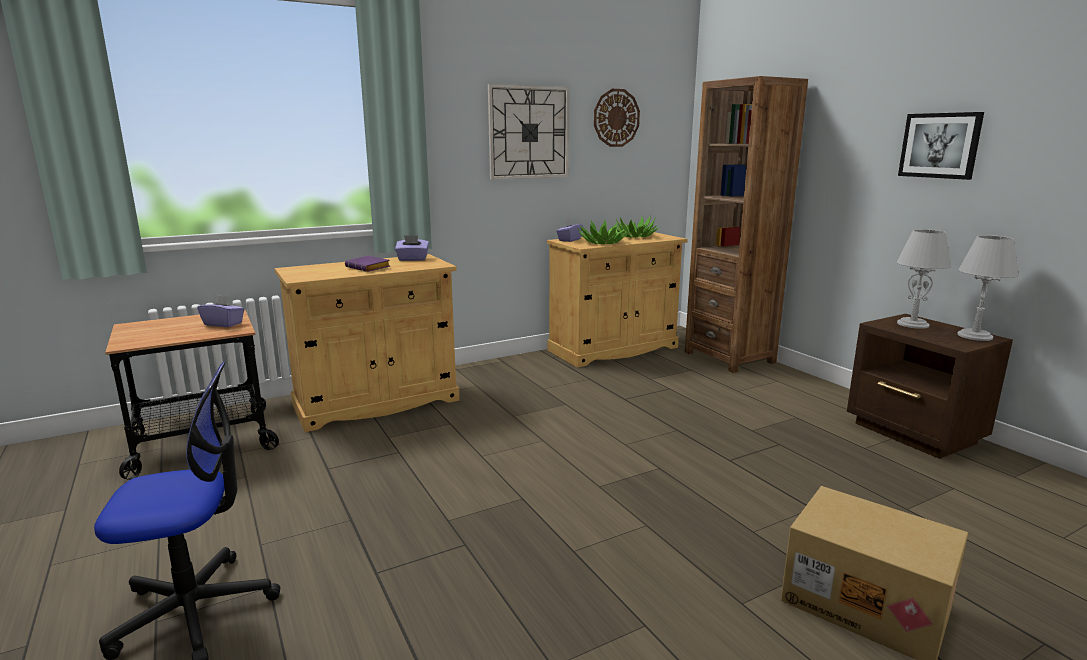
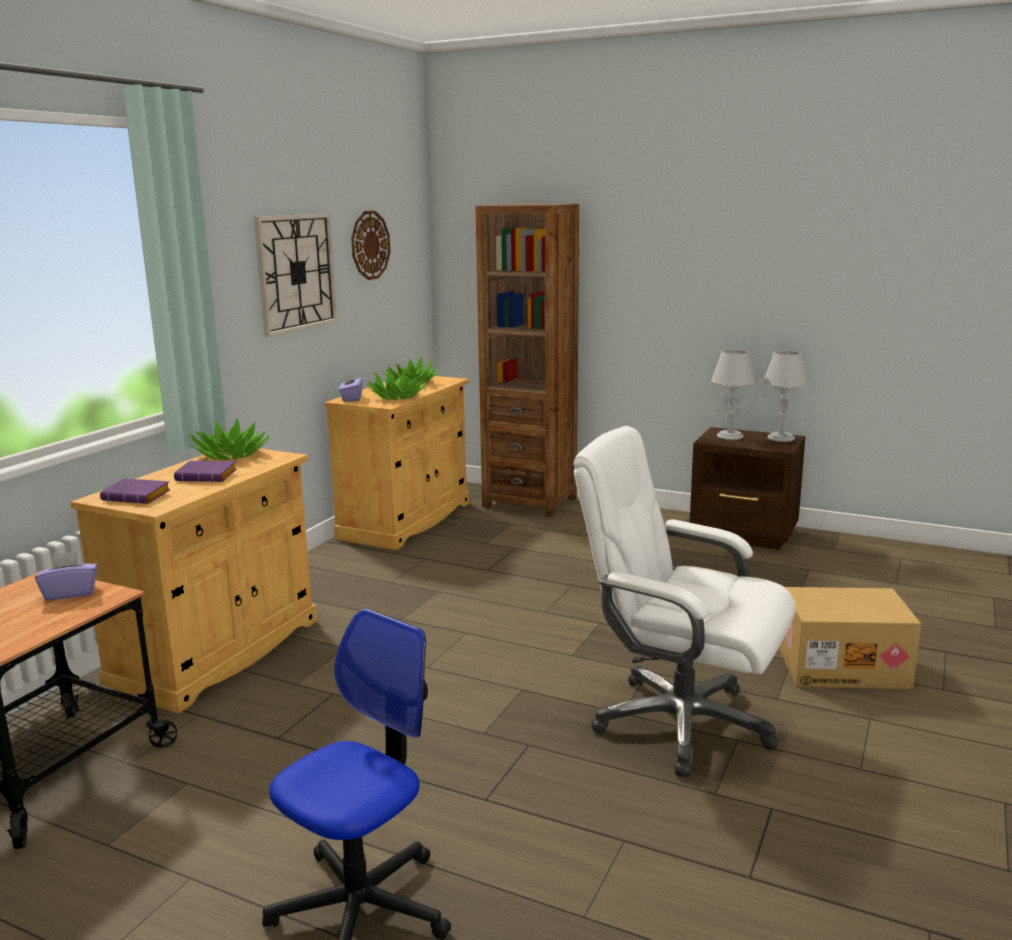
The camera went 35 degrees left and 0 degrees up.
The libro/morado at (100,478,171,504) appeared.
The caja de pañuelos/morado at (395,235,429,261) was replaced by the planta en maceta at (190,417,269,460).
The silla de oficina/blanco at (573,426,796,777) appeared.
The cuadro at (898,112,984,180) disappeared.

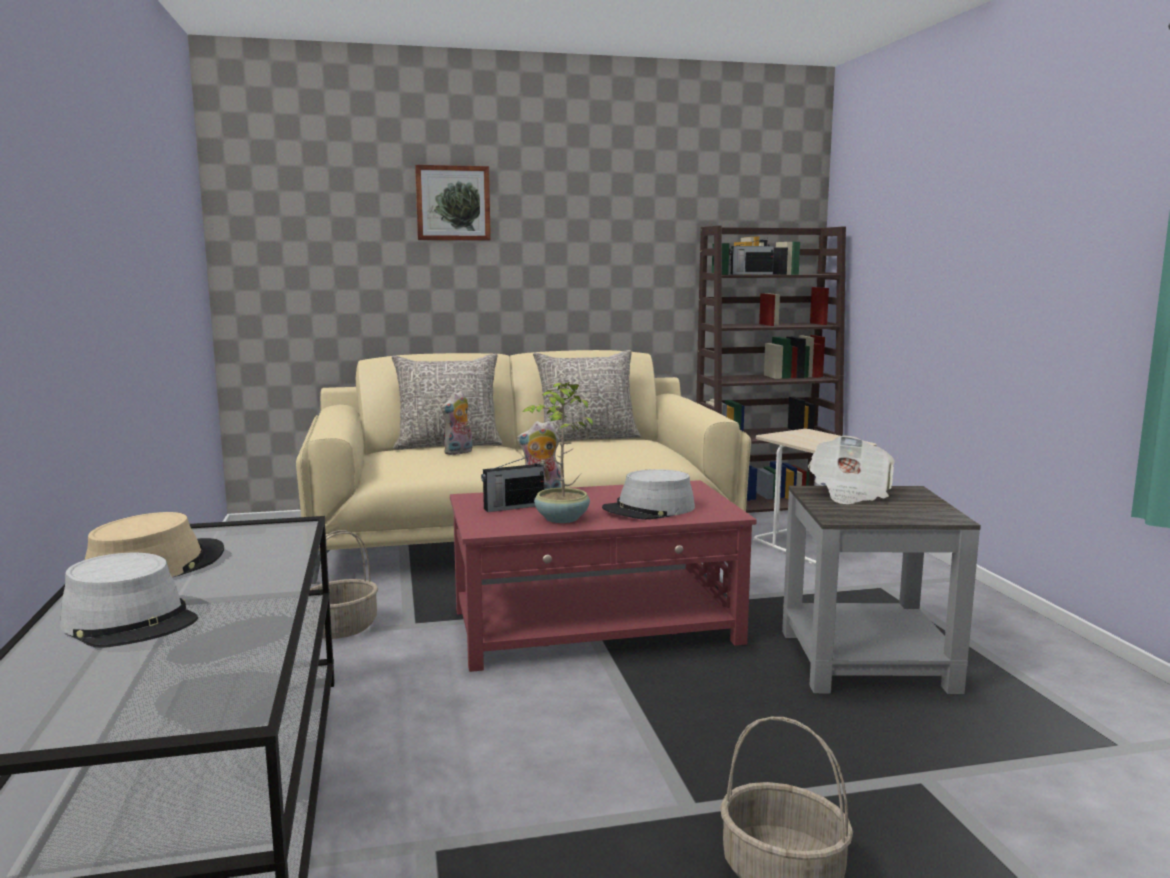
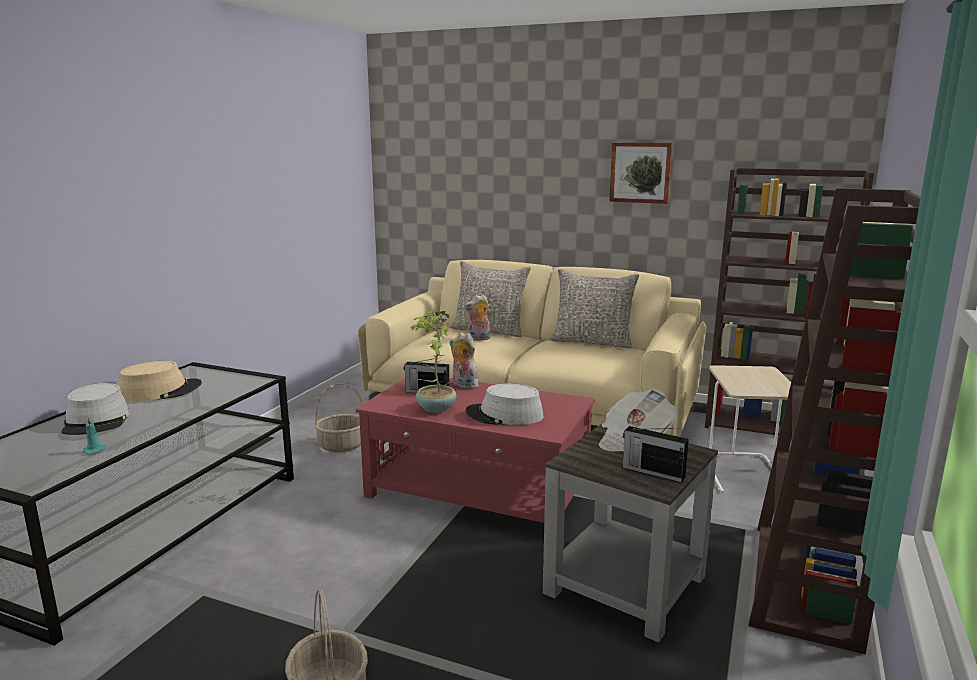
The camera went 35 degrees right and 5 degrees up.
The vela/turquesa at (82,417,107,455) appeared.
The cuadro moved from (415,165,491,240) to (609,142,673,204).
The radio moved from (730,238,774,275) to (623,426,689,482).
The estantería/marrón at (748,188,921,654) appeared.

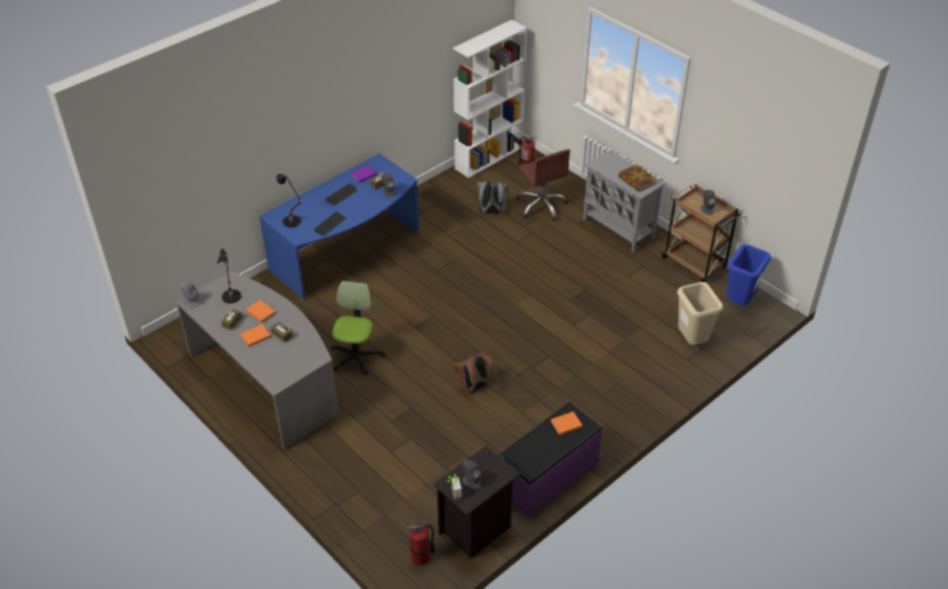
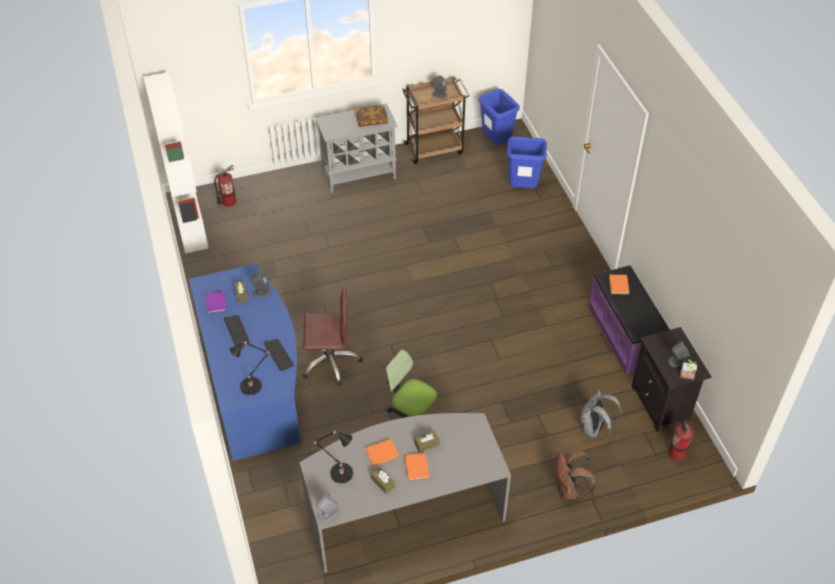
The camera went 65 degrees left and 5 degrees up.
The silla de oficina/marrón moved from (516,149,570,221) to (303,287,363,386).
The papelera/beis at (677,282,723,345) became the papelera/azul at (507,136,547,188).
The mochila/marrón moved from (454,351,496,394) to (555,451,596,500).
The mochila/gris moved from (477,180,508,214) to (580,390,621,438).

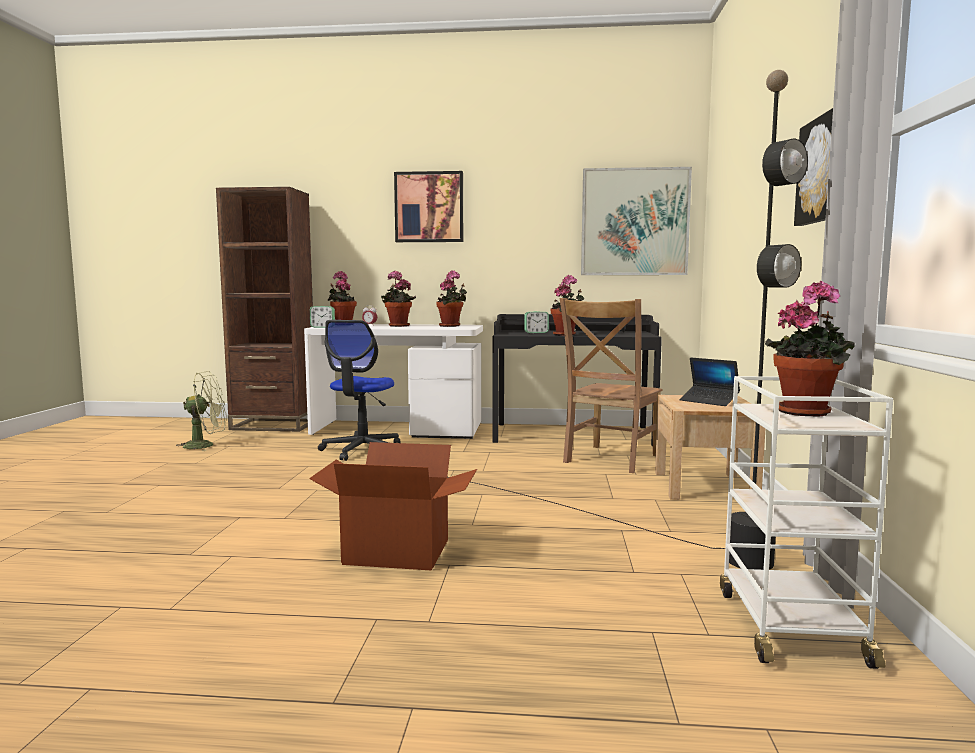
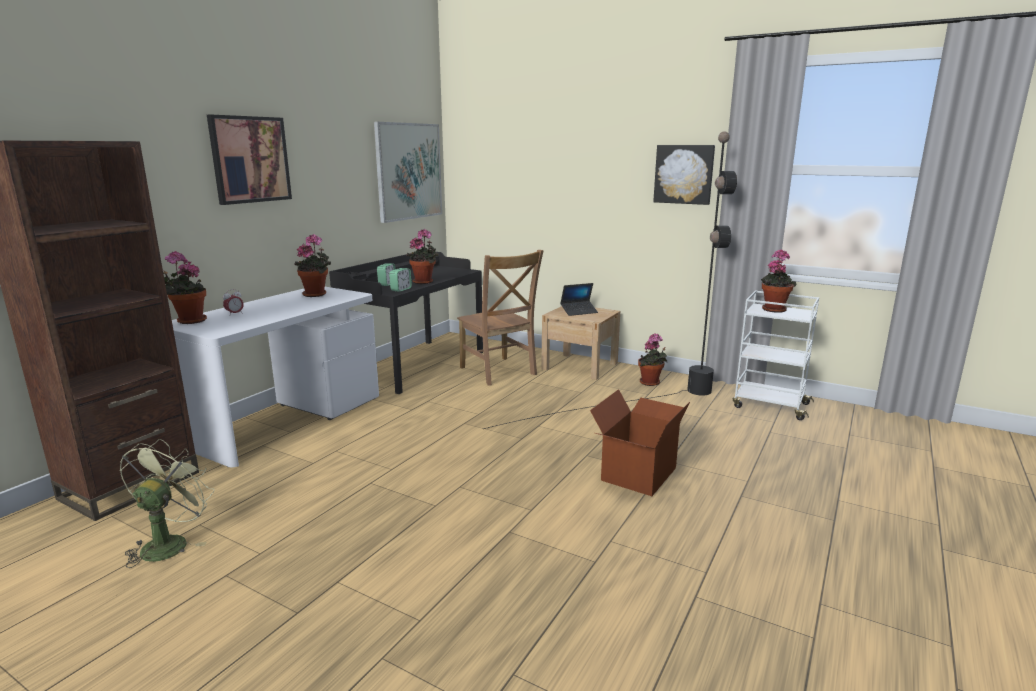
The camera went 65 degrees left and 10 degrees up.
The despertador moved from (310,306,335,328) to (389,268,412,292).
The planta en maceta moved from (381,271,416,327) to (638,333,667,386).
The silla de oficina at (318,320,401,461) disappeared.

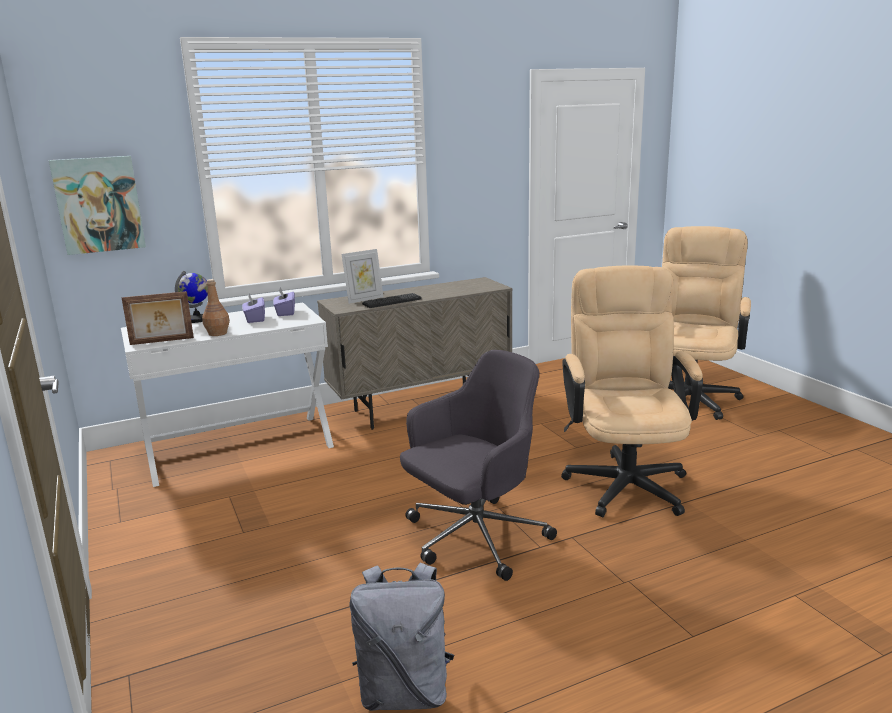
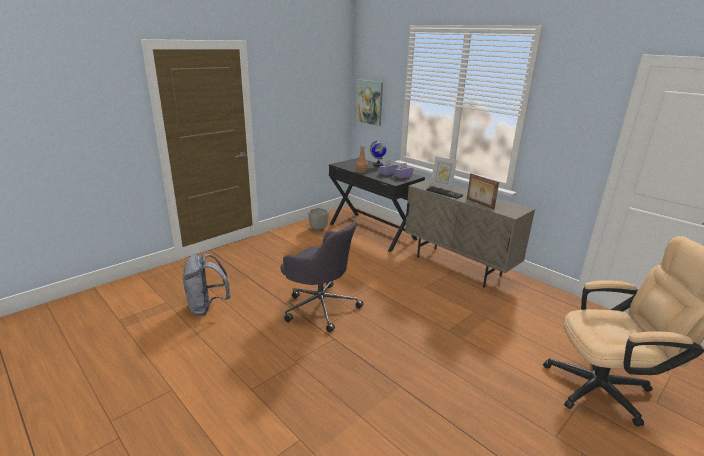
The camera went 70 degrees right and 5 degrees up.
The maceta/gris at (308,208,329,231) appeared.
The escritorio/blanco at (121,302,334,487) became the escritorio/negro at (329,158,425,252).
The portarretratos moved from (122,291,194,345) to (467,173,499,209).
The silla de oficina/beis at (561,265,703,517) disappeared.

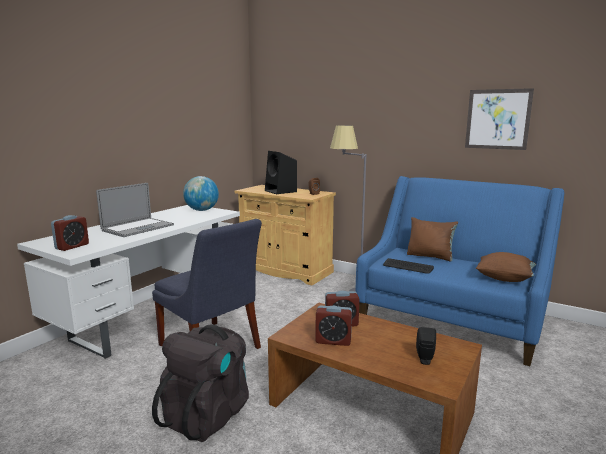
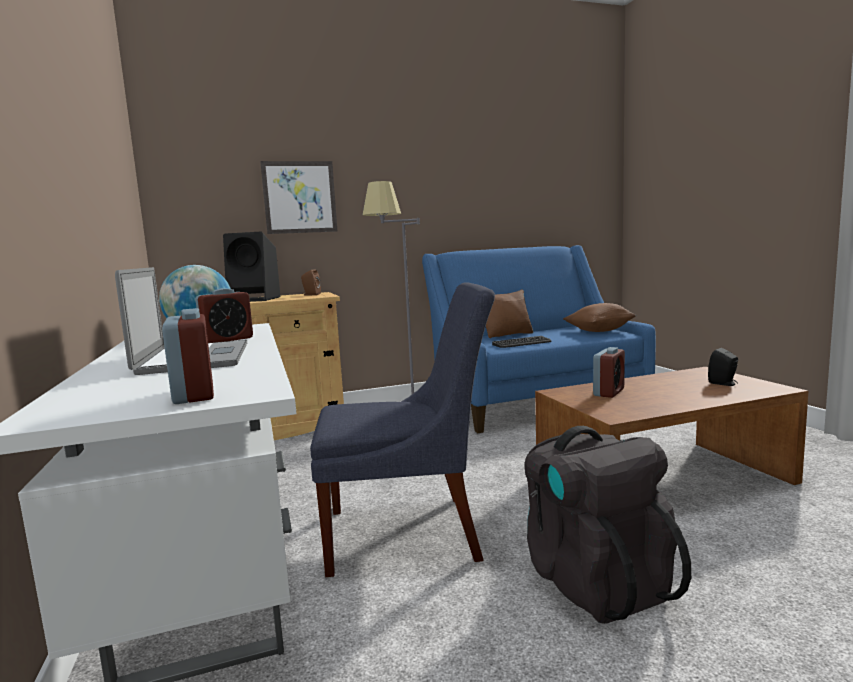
The camera went 50 degrees left and 5 degrees down.
The despertador moved from (315,305,352,346) to (195,288,253,343).
The cuadro moved from (465,88,534,150) to (260,161,337,234).

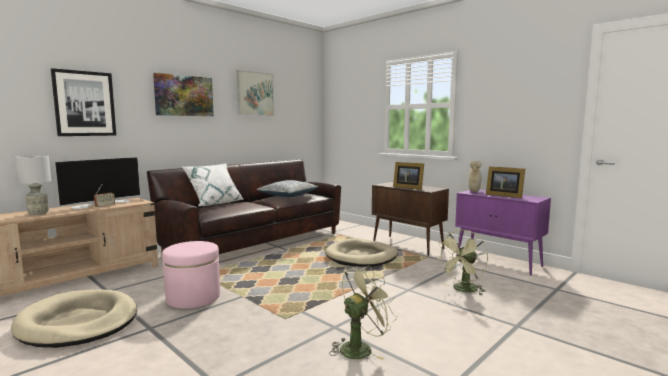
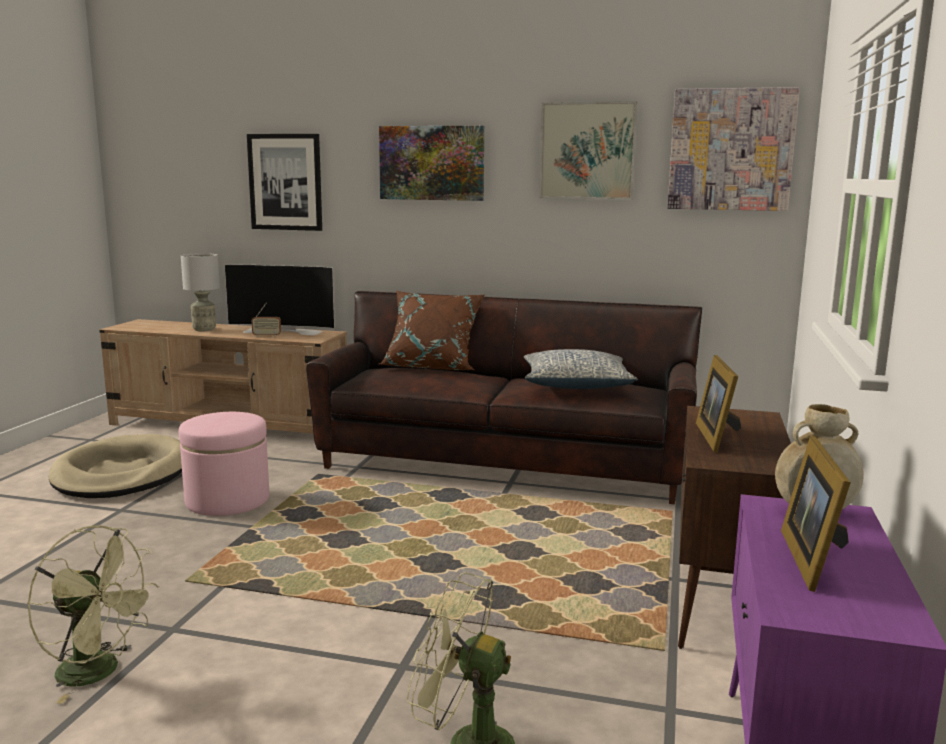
The camera went 60 degrees right and 5 degrees up.
The cojín/blanco at (182,163,243,206) became the cojín/marrón at (378,290,484,370).
The cuadro at (668,87,800,211) appeared.
The cama para perro/beis at (325,238,398,267) disappeared.

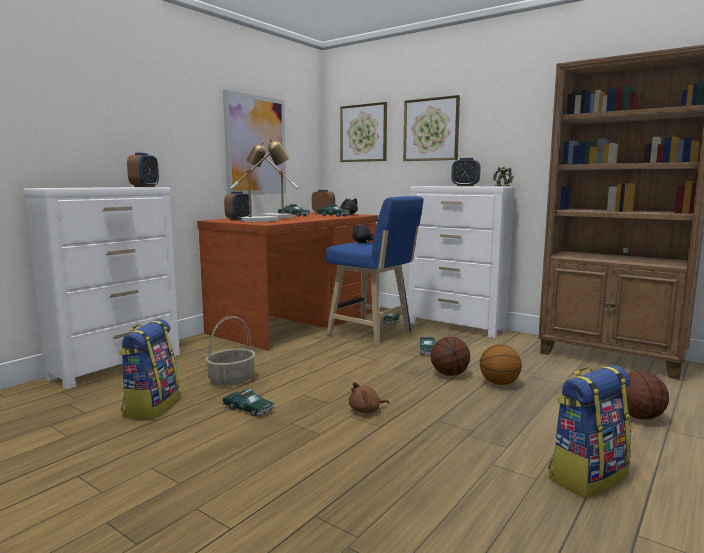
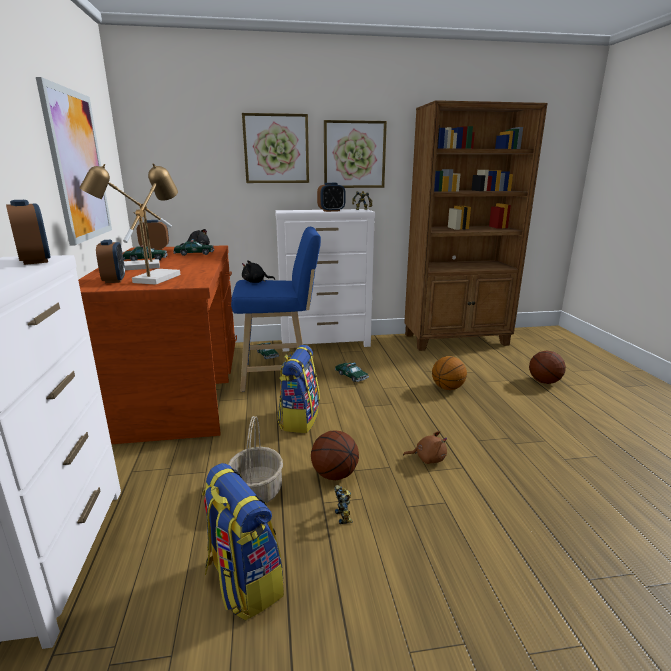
The camera went 45 degrees left and 10 degrees up.
The mochila moved from (548,365,631,498) to (277,345,320,433).
The balón de baloncesto moved from (431,337,470,376) to (311,431,359,480).
The cuadro moved from (340,102,387,162) to (324,120,387,188).
The coche de juguete at (222,389,274,417) was replaced by the robot de juguete at (334,485,353,524).
The peluche/marrón at (349,382,389,413) turned 105 degrees counterclockwise.

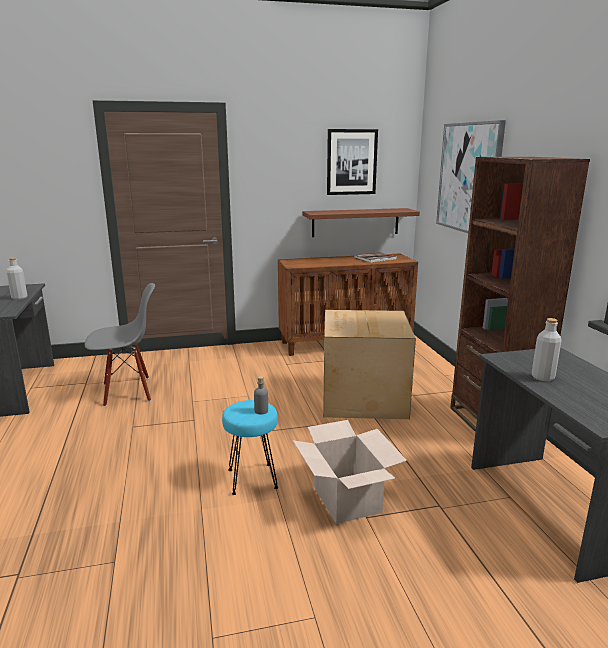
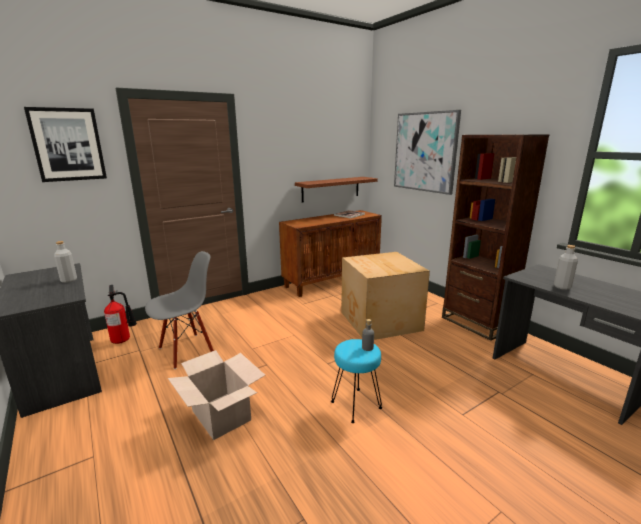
The camera went 20 degrees left and 0 degrees up.
The cuadro moved from (327,129,378,195) to (24,107,107,182).
The extintor at (104,285,137,344) appeared.
The caja de cartón moved from (293,420,407,524) to (168,350,265,440).

